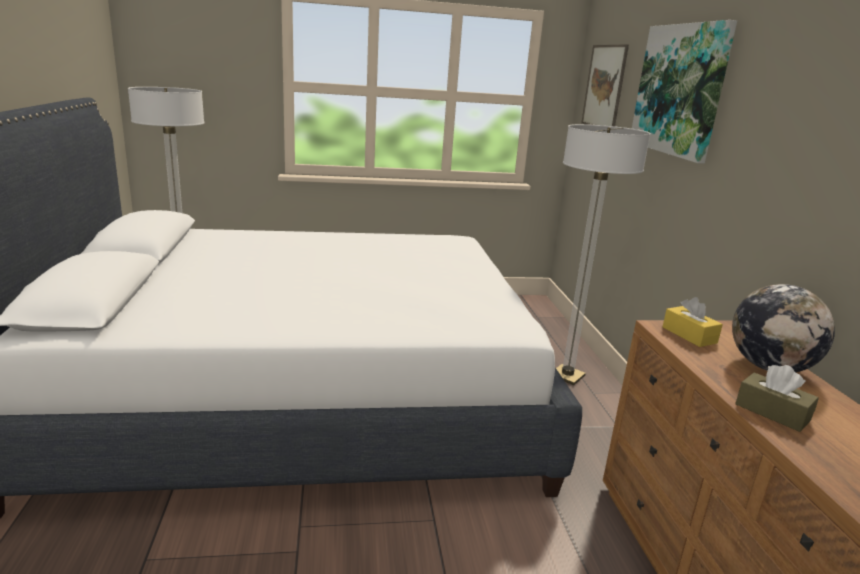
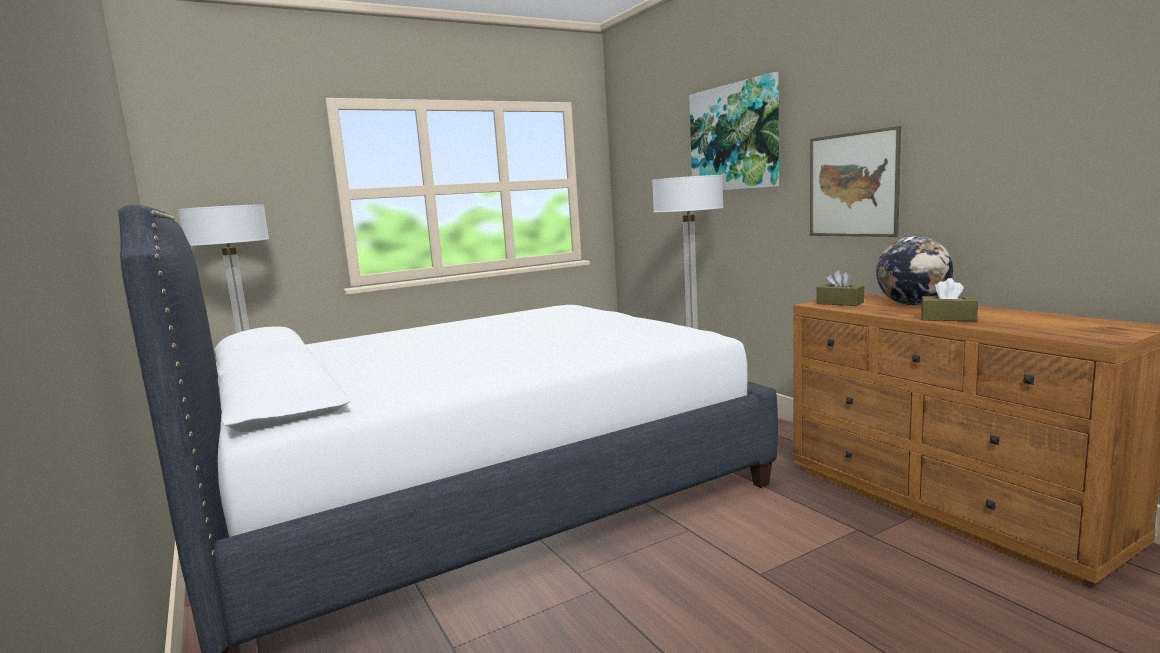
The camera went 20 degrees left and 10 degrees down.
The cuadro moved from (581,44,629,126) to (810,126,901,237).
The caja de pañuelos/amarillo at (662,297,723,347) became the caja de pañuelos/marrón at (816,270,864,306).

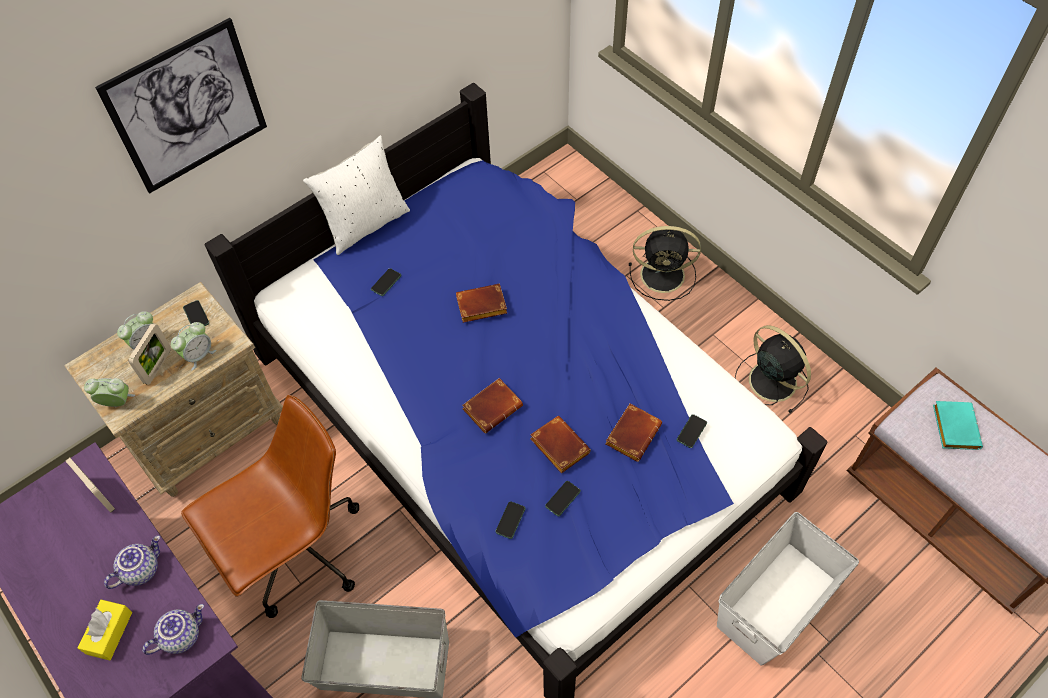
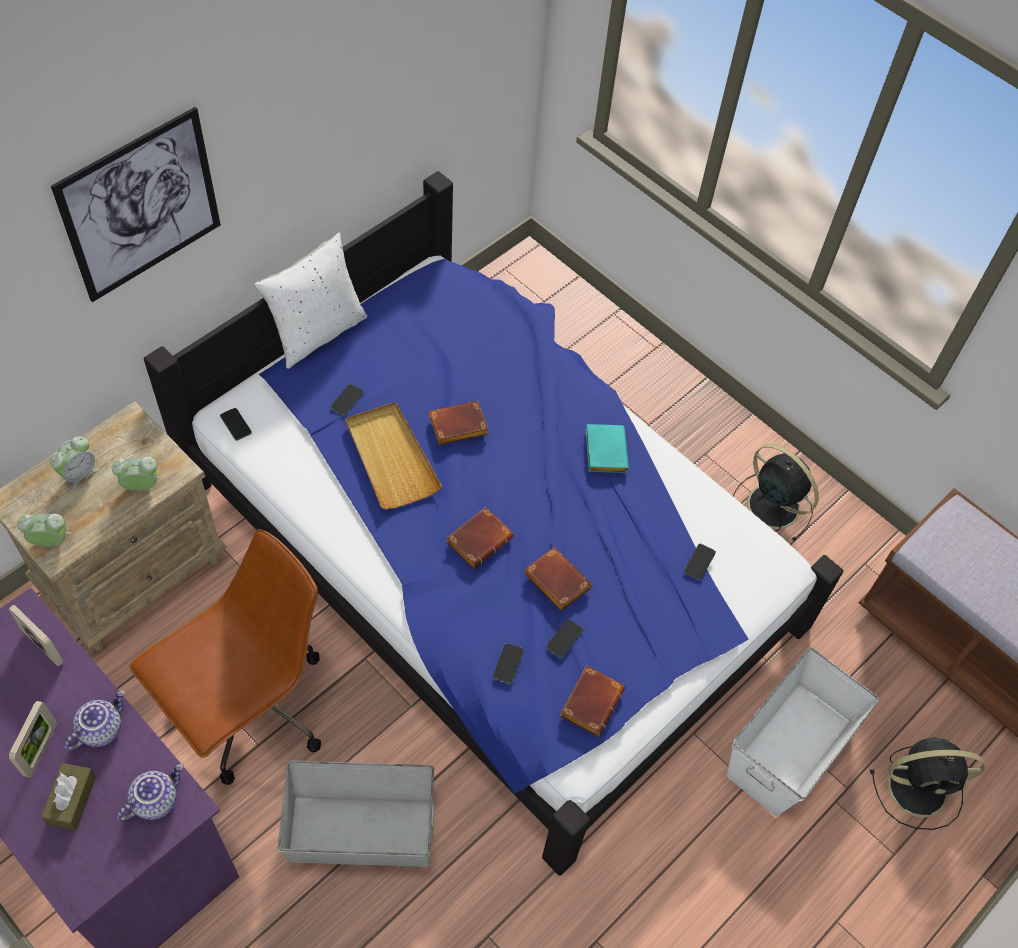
The camera went 10 degrees left and 0 degrees up.
The portarretratos moved from (129,323,171,385) to (9,701,57,778).
The caja de pañuelos/amarillo at (78,600,132,660) became the caja de pañuelos/marrón at (41,763,96,831).
The despertador at (171,322,217,370) turned 135 degrees counterclockwise.
The móvil moved from (183,300,209,326) to (220,408,252,441).
The bandeja/beis at (345,402,442,509) appeared.
The libro/marrón moved from (605,404,662,462) to (560,665,625,737).
The libro/turquesa moved from (933,401,983,450) to (585,424,629,473).
The ventilador/negro moved from (629,226,701,301) to (870,738,985,830).

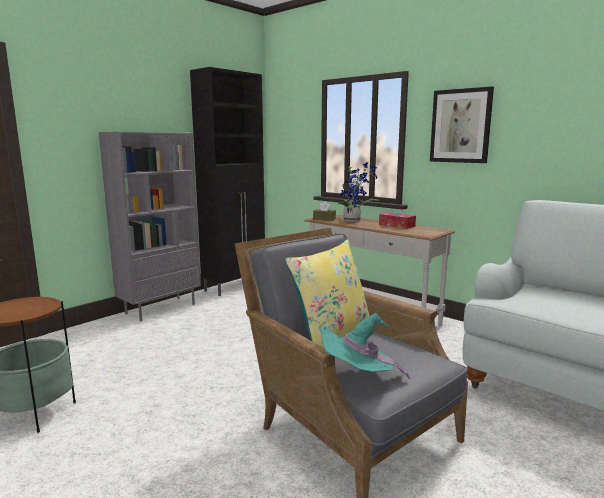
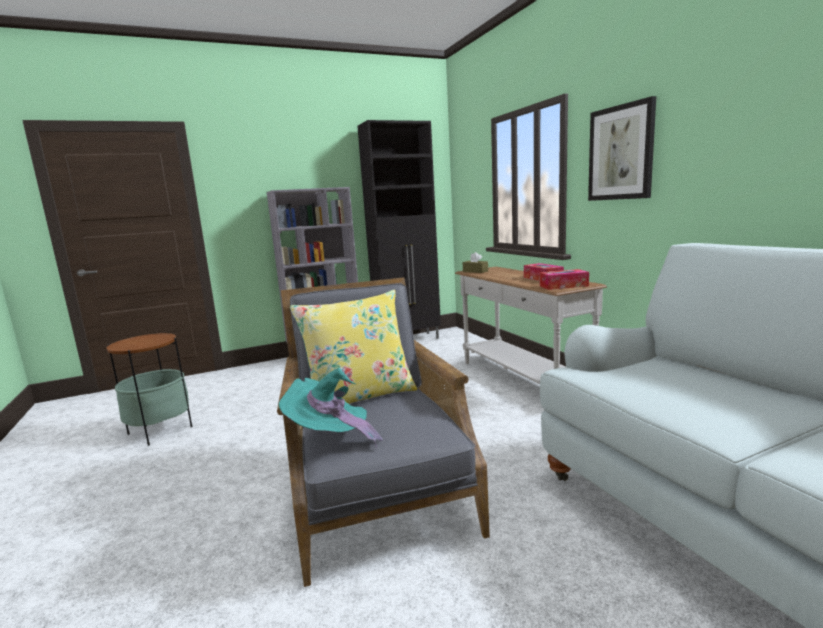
The camera went 25 degrees right and 0 degrees up.
The caja de pañuelos at (540,269,589,290) appeared.
The planta en maceta at (338,162,380,222) disappeared.

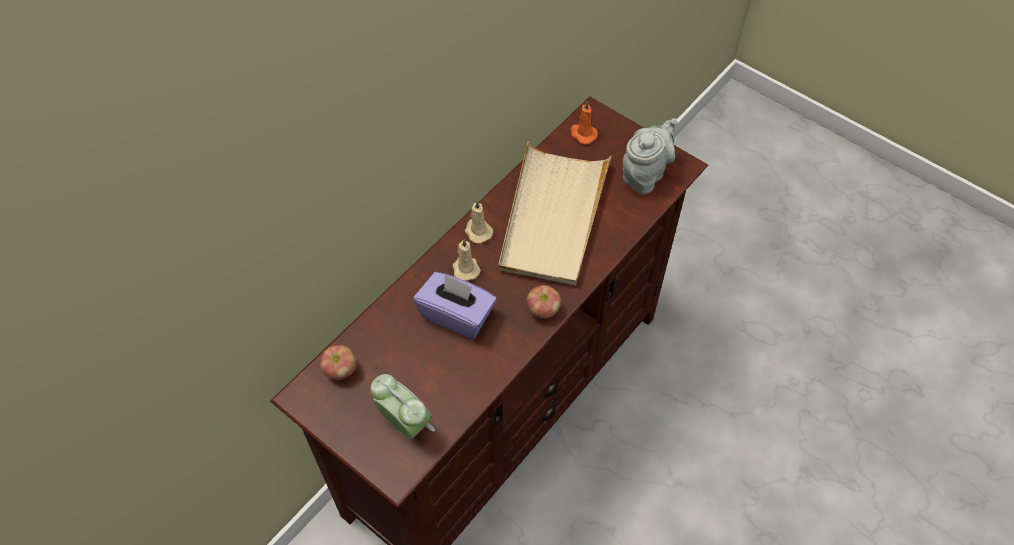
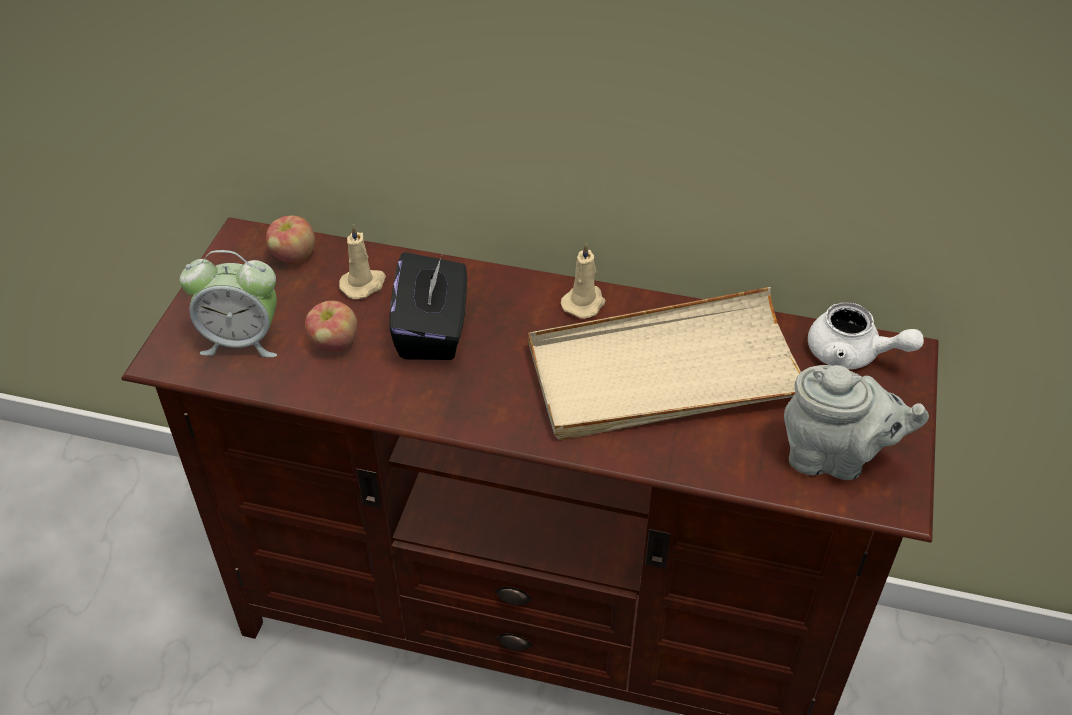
The camera went 65 degrees right and 10 degrees down.
The despertador at (371,374,435,439) turned 75 degrees clockwise.
The manzana moved from (527,285,561,319) to (305,301,357,352).
The vela/beis moved from (453,239,481,281) to (339,224,386,299).
The caja de pañuelos/morado at (413,272,497,339) became the caja de pañuelos/negro at (390,252,467,360).
The vela/naranja at (571,101,598,144) was replaced by the tetera/blanco at (808,302,924,369).

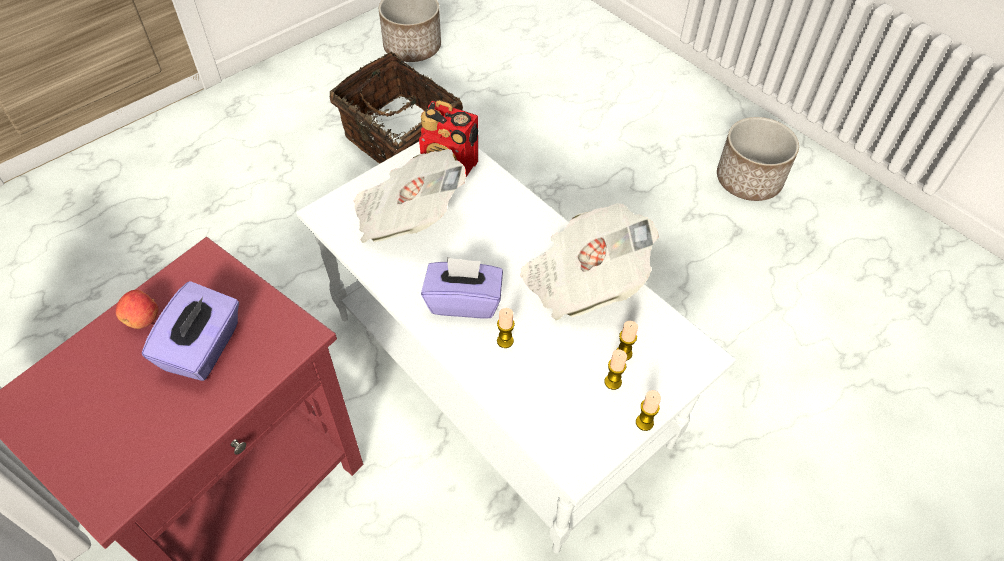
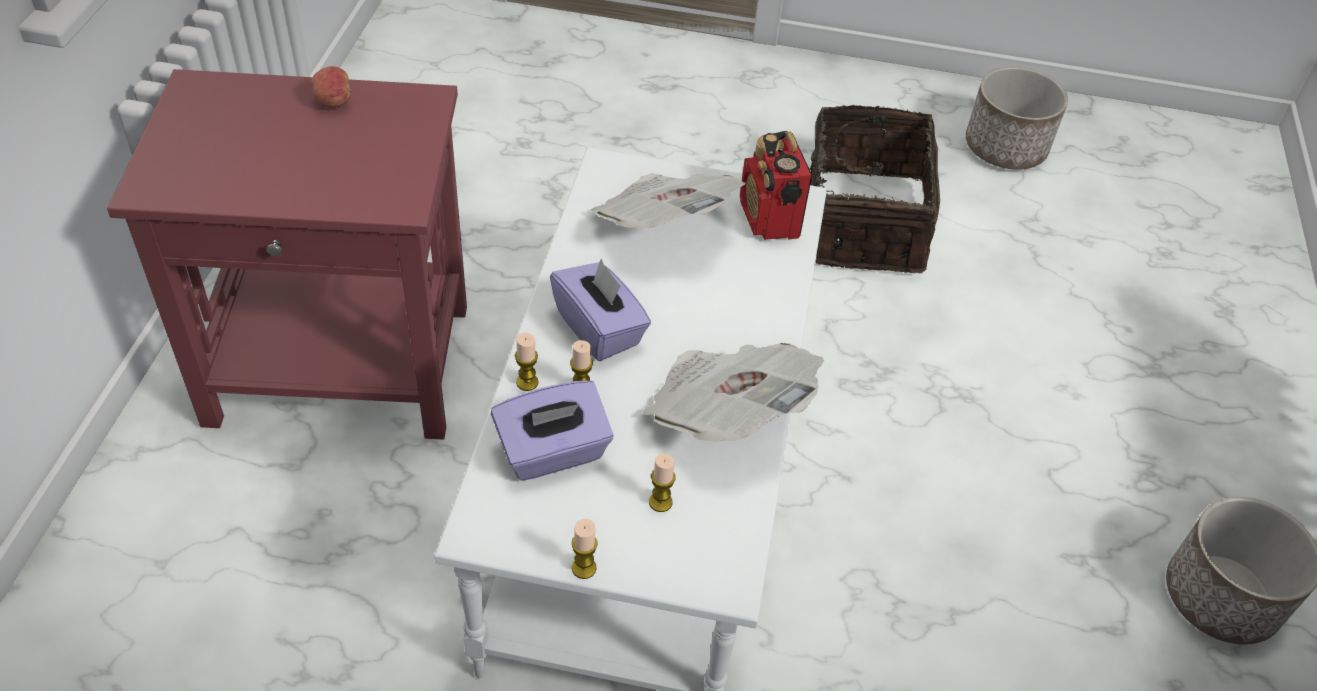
The camera went 50 degrees right and 5 degrees down.
The caja de pañuelos/morado moved from (142,281,239,381) to (491,381,614,481).
The vela moved from (604,349,627,390) to (515,332,538,391).

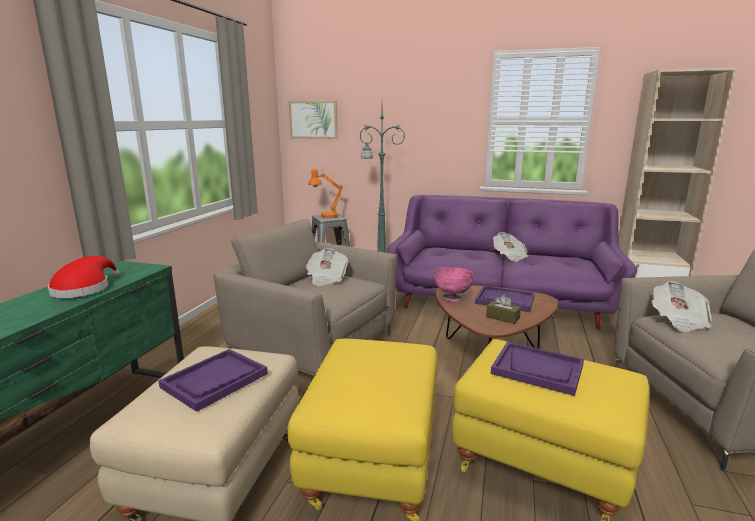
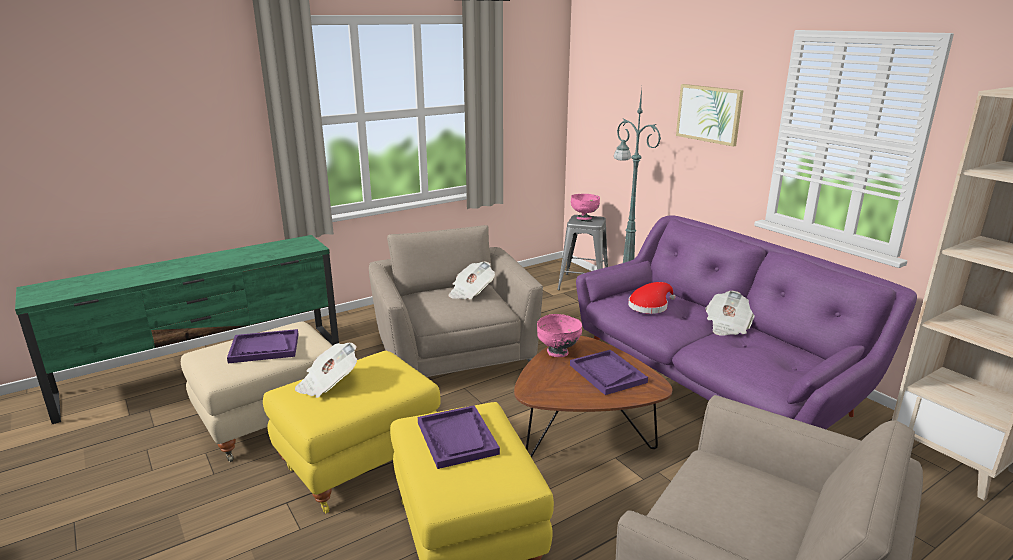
The camera went 40 degrees right and 5 degrees up.
The periódico moved from (651,281,712,332) to (295,343,357,398).
The lámpara de mesa/naranja at (309,168,343,218) was replaced by the cuenco/rosa at (571,194,600,220).
The sombrero/rojo moved from (48,256,120,298) to (628,282,675,314).
The cuadro moved from (289,101,338,139) to (676,84,743,147).
The caja de pañuelos/marrón at (486,295,521,324) disappeared.

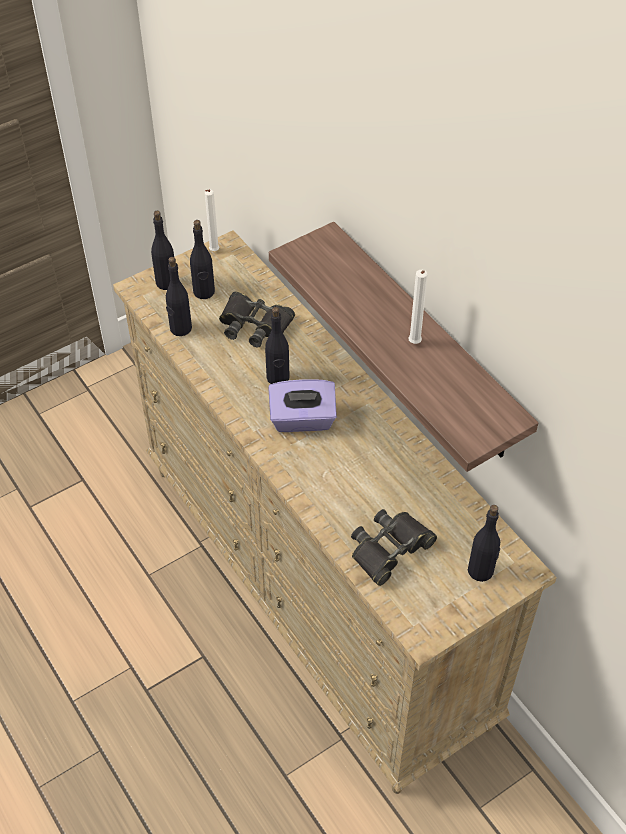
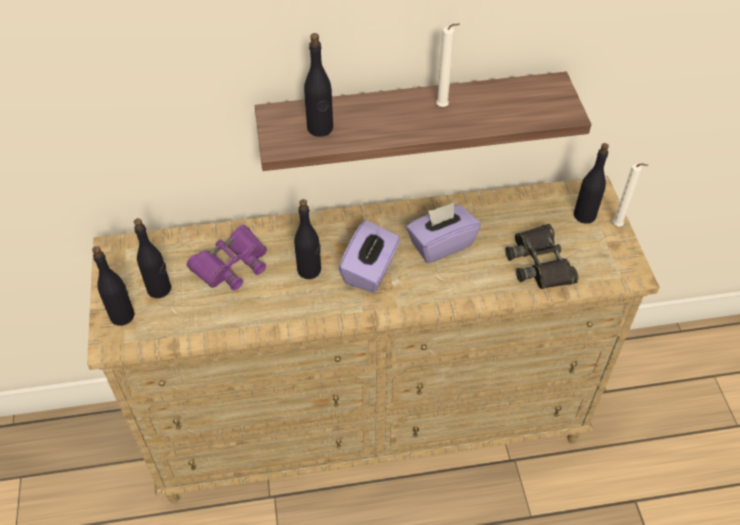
The camera went 65 degrees left and 0 degrees up.
The prismáticos/negro at (219,291,295,347) became the prismáticos/morado at (187,225,267,290).
The botella/negro moved from (166,257,192,336) to (304,33,333,137).
The caja de pañuelos/morado at (406,202,481,263) appeared.
The vela/blanco moved from (205,189,219,251) to (613,163,649,226).

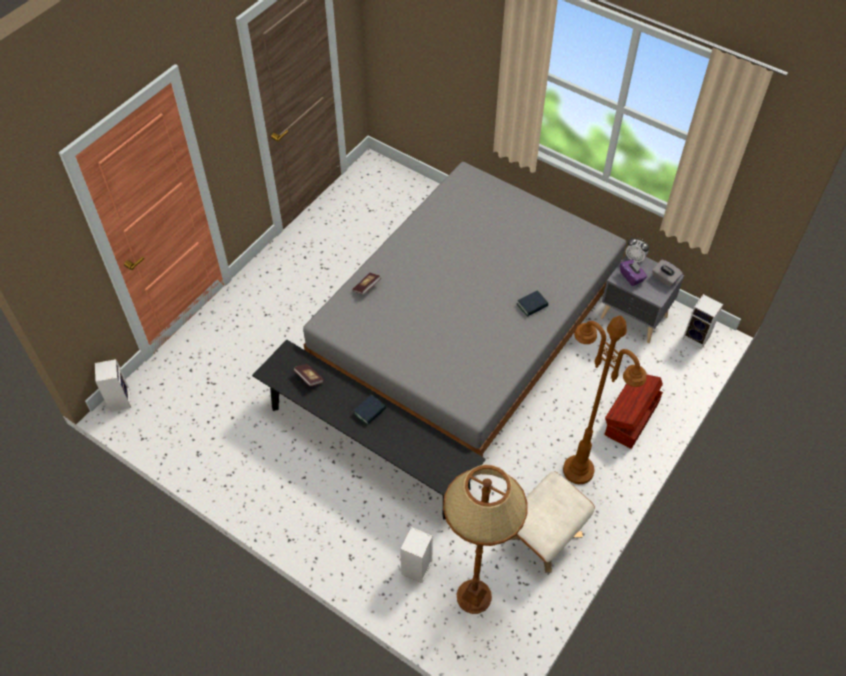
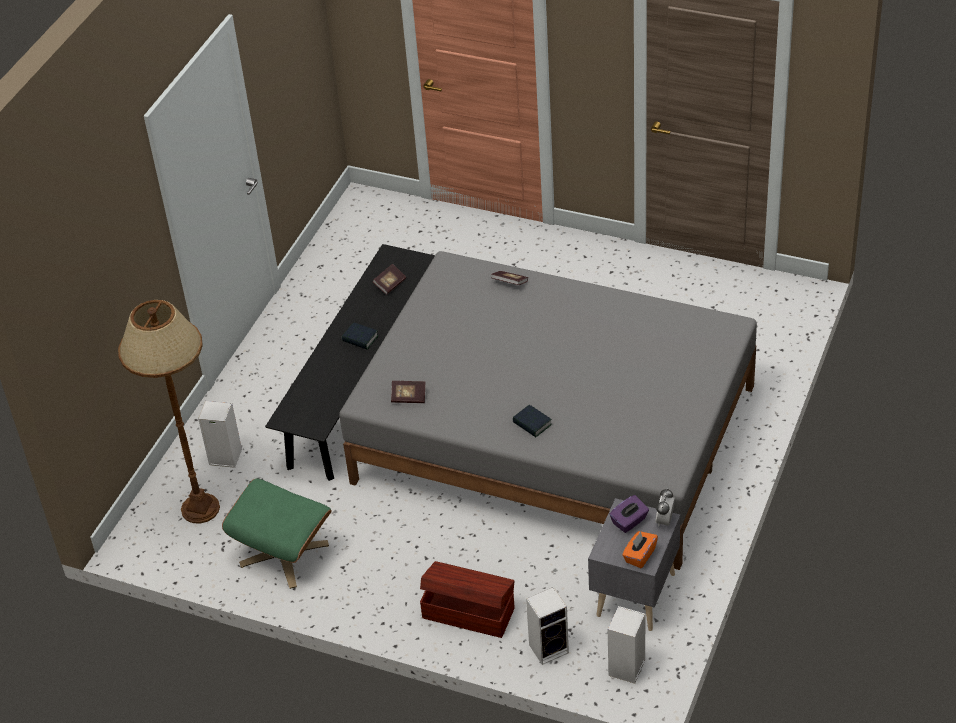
The camera went 80 degrees right and 10 degrees down.
The puf/beis at (509,472,595,573) became the puf/verde at (222,479,332,589).
The libro at (391,381,425,403) appeared.
The altavoz moved from (95,359,131,412) to (526,587,569,665).
The caja de pañuelos/gris at (652,260,683,287) became the caja de pañuelos/naranja at (622,531,658,568).
The lámpara de pie/marrón at (563,315,647,484) disappeared.

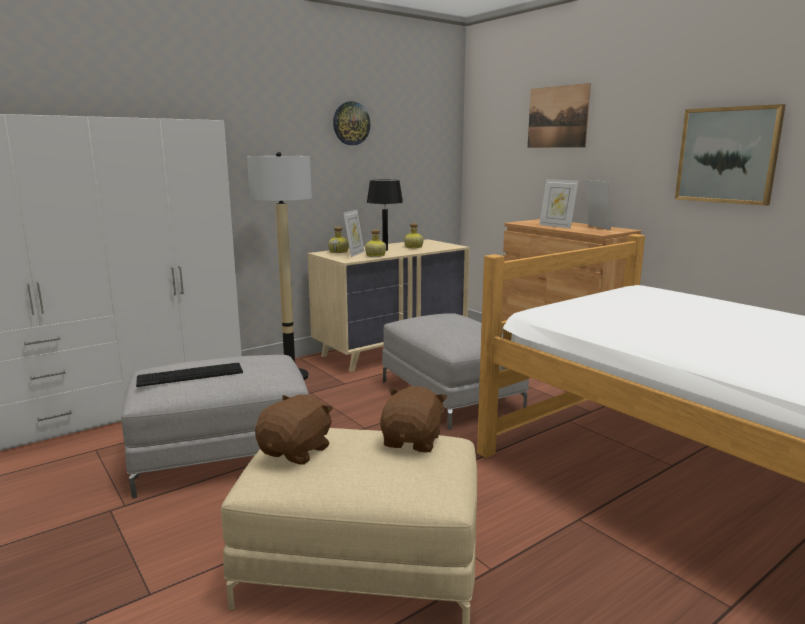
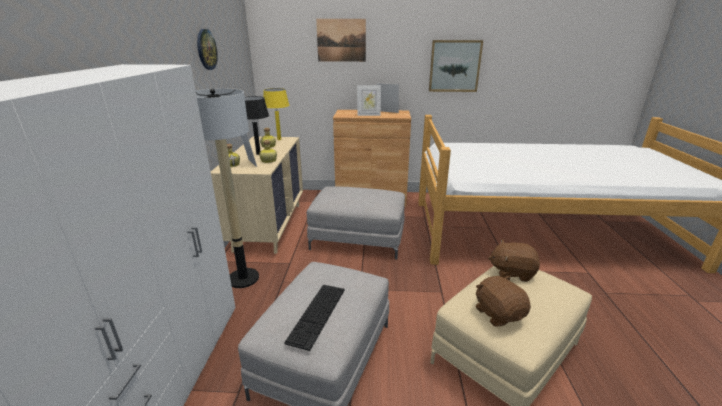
The camera went 50 degrees left and 10 degrees up.
The lámpara de mesa/amarillo at (263,88,289,140) appeared.
The peluche/marrón at (380,386,448,453) turned 45 degrees counterclockwise.

